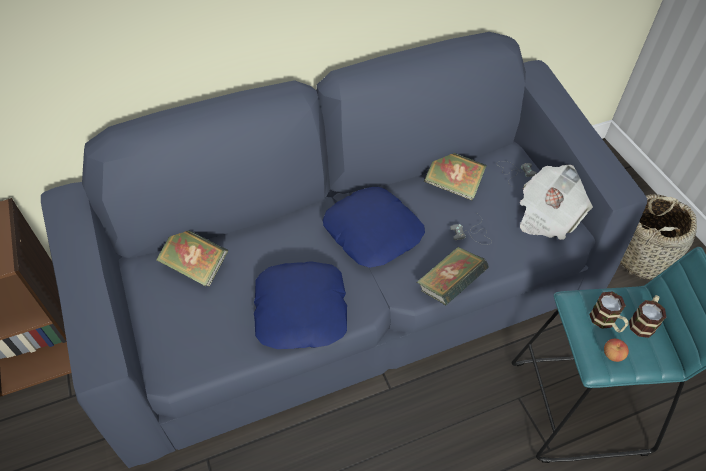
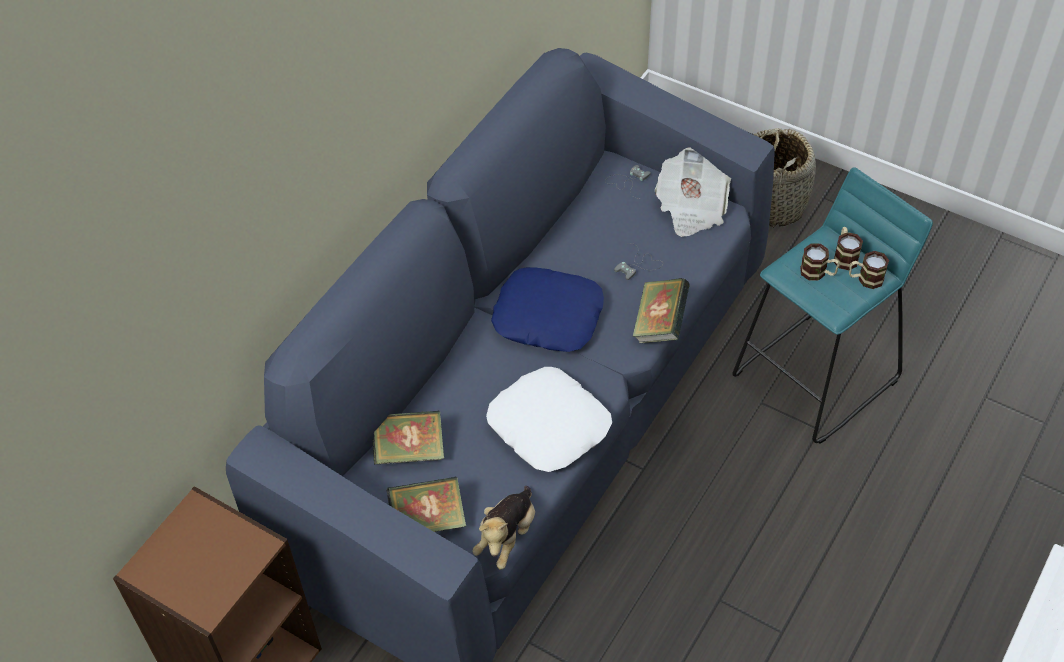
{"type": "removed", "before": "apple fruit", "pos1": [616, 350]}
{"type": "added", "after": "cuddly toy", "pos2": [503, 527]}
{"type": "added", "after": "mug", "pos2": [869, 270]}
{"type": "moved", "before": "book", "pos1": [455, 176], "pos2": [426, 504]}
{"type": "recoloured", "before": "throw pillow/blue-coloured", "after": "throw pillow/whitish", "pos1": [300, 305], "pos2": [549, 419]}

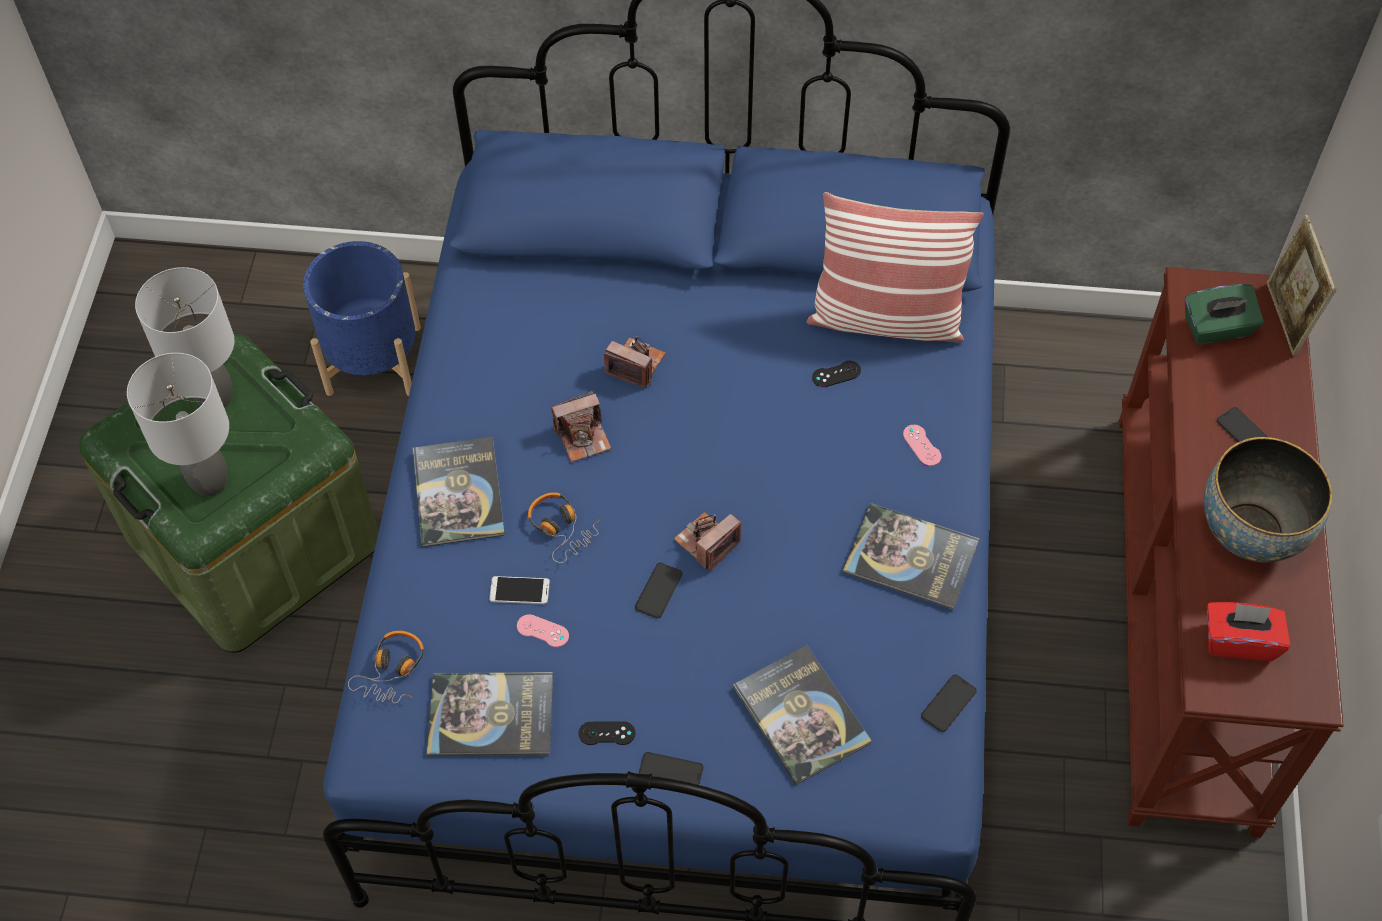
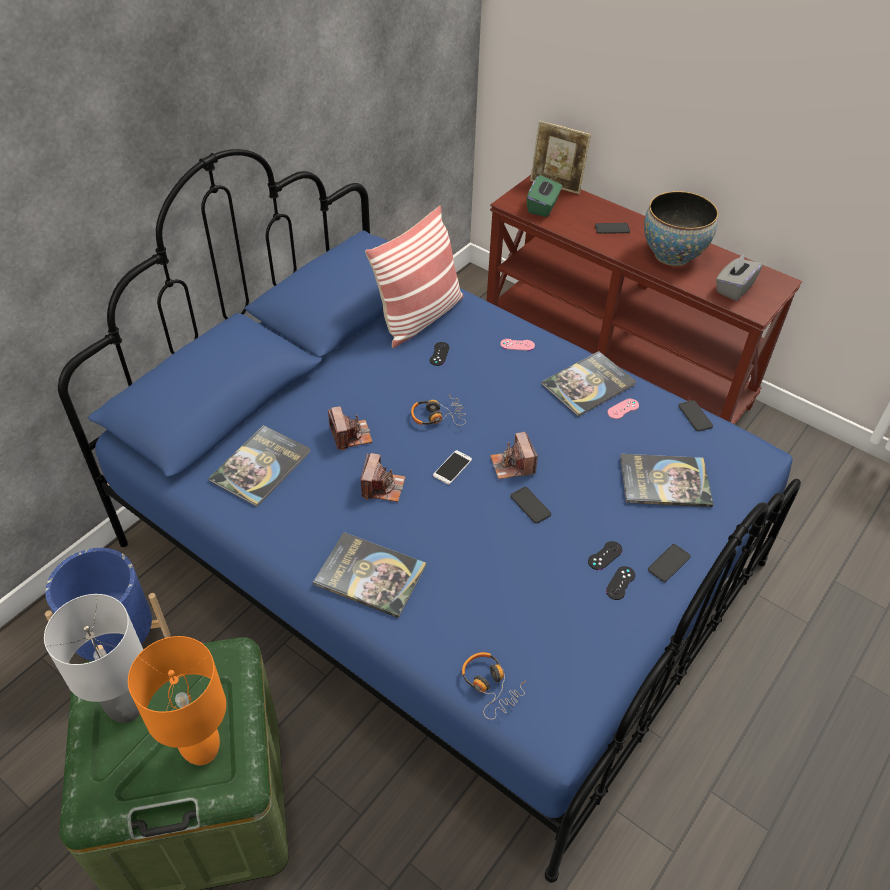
{"type": "added", "after": "joypad/black", "pos2": [605, 555]}
{"type": "moved", "before": "book", "pos1": [490, 714], "pos2": [259, 466]}
{"type": "moved", "before": "phone", "pos1": [519, 590], "pos2": [452, 467]}
{"type": "moved", "before": "joypad/pink", "pos1": [543, 630], "pos2": [623, 409]}
{"type": "moved", "before": "headphones", "pos1": [564, 527], "pos2": [438, 410]}
{"type": "recoloured", "before": "tabletop lamp/grey", "after": "tabletop lamp/orangey", "pos1": [178, 424], "pos2": [177, 700]}
{"type": "recoloured", "before": "tissue holder/red-coloured", "after": "tissue holder/grey", "pos1": [1248, 631], "pos2": [739, 277]}
{"type": "turned", "before": "still camera", "pos1": [635, 362], "pos2": [350, 428], "turn": 105}

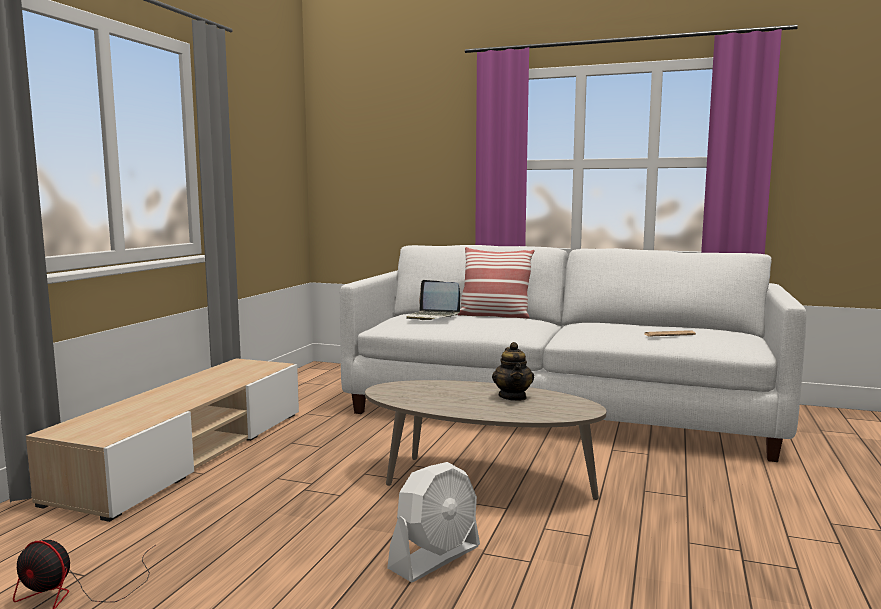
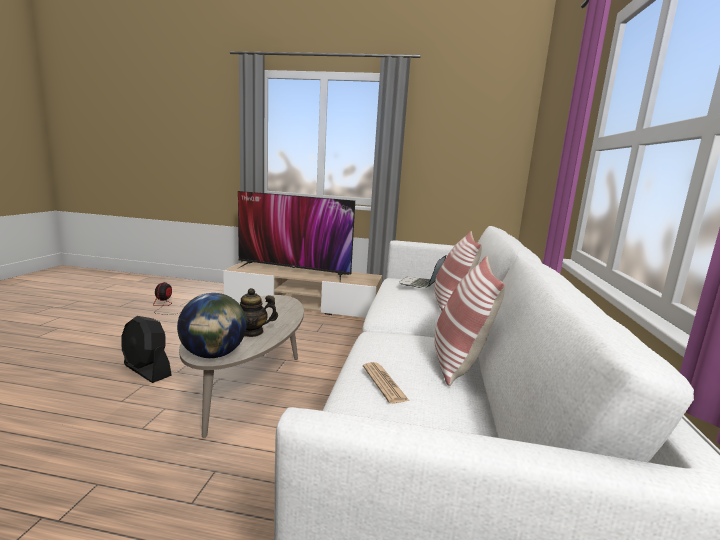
{"type": "added", "after": "desk globe", "pos2": [212, 325]}
{"type": "added", "after": "TV set", "pos2": [296, 236]}
{"type": "added", "after": "throw pillow", "pos2": [469, 321]}
{"type": "recoloured", "before": "cooling fan/whitish", "after": "cooling fan/black", "pos1": [433, 522], "pos2": [146, 349]}

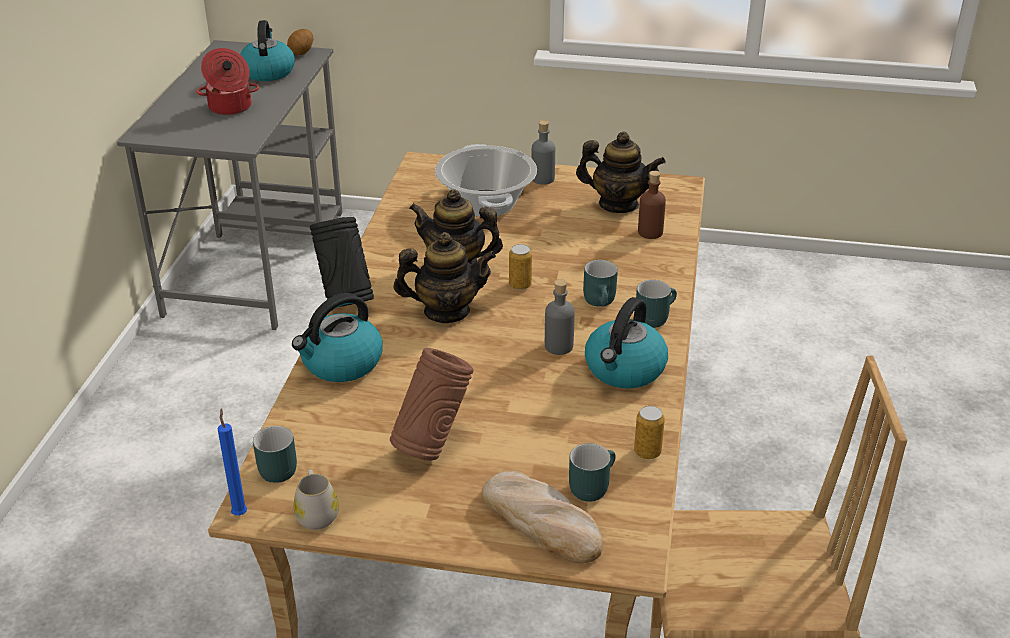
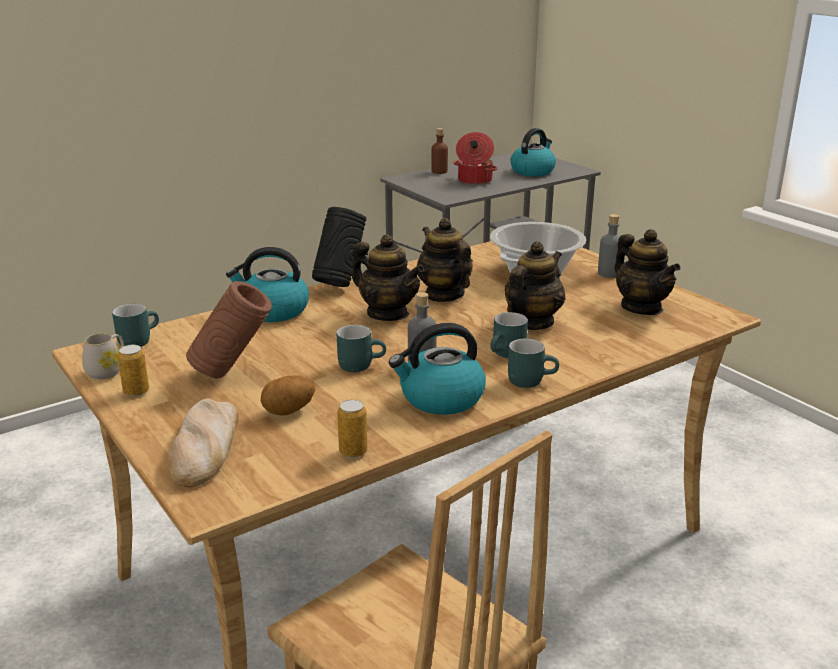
{"type": "removed", "before": "wax light/blue-coloured", "pos1": [232, 462]}
{"type": "added", "after": "tea pot", "pos2": [535, 285]}
{"type": "moved", "before": "whole potato", "pos1": [300, 42], "pos2": [288, 395]}
{"type": "moved", "before": "sealed can", "pos1": [520, 267], "pos2": [133, 371]}
{"type": "moved", "before": "mug/blue-green", "pos1": [592, 472], "pos2": [361, 348]}
{"type": "moved", "before": "beverage bottle/brown", "pos1": [652, 205], "pos2": [439, 151]}

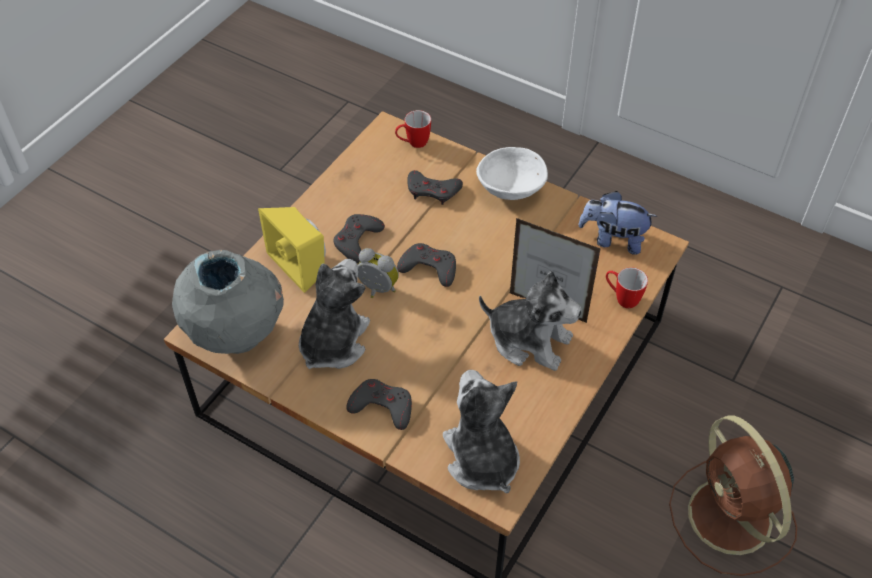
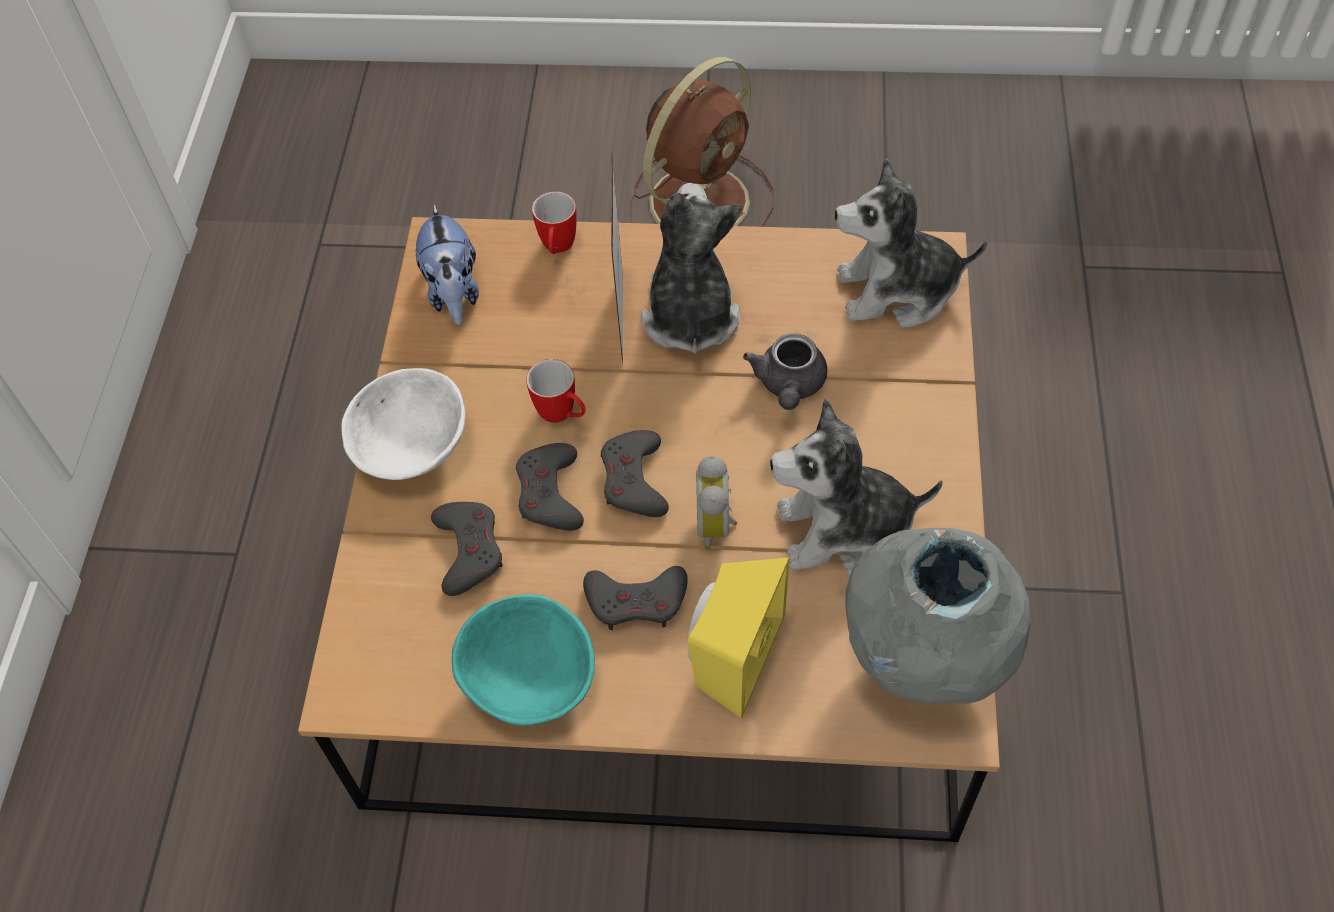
{"type": "added", "after": "bowl/blue-green", "pos2": [523, 660]}
{"type": "added", "after": "tea pot/grey", "pos2": [785, 372]}
{"type": "moved", "before": "joypad/grey", "pos1": [379, 404], "pos2": [550, 487]}
{"type": "moved", "before": "mug", "pos1": [413, 129], "pos2": [555, 391]}
{"type": "turned", "before": "cuddly toy", "pos1": [481, 431], "pos2": [911, 243], "turn": 45}

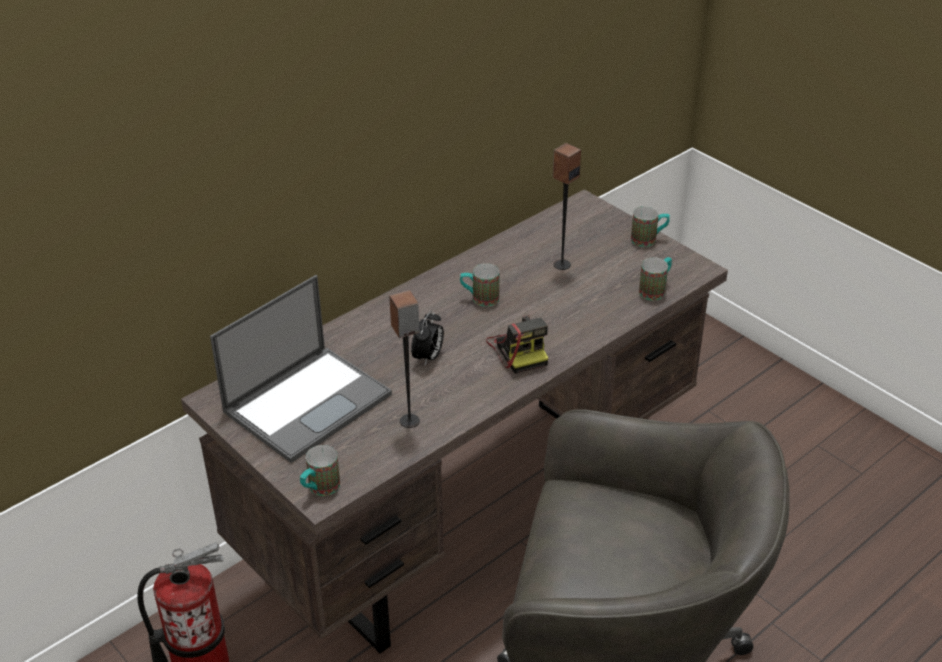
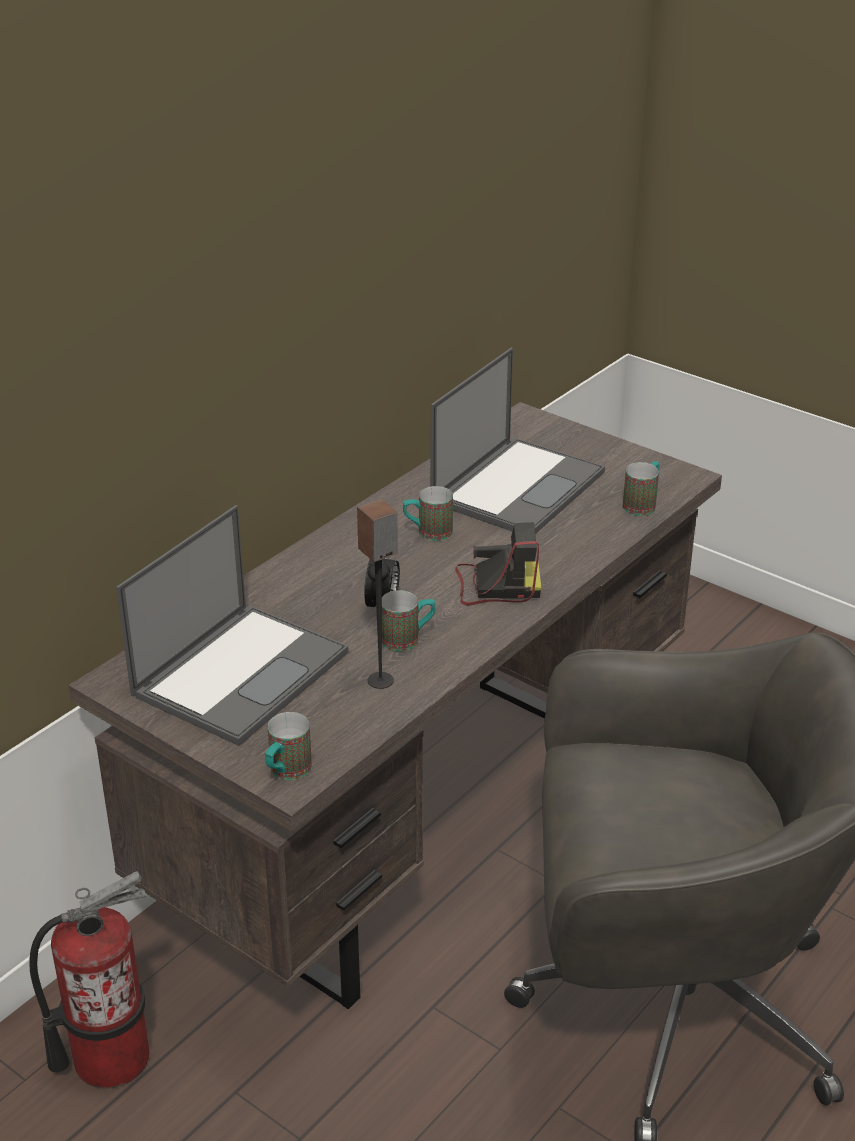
{"type": "moved", "before": "mug", "pos1": [650, 226], "pos2": [408, 621]}
{"type": "replaced", "before": "speaker", "after": "notebook computer", "pos1": [567, 206], "pos2": [518, 441]}
{"type": "turned", "before": "still camera", "pos1": [517, 344], "pos2": [498, 563], "turn": -60}

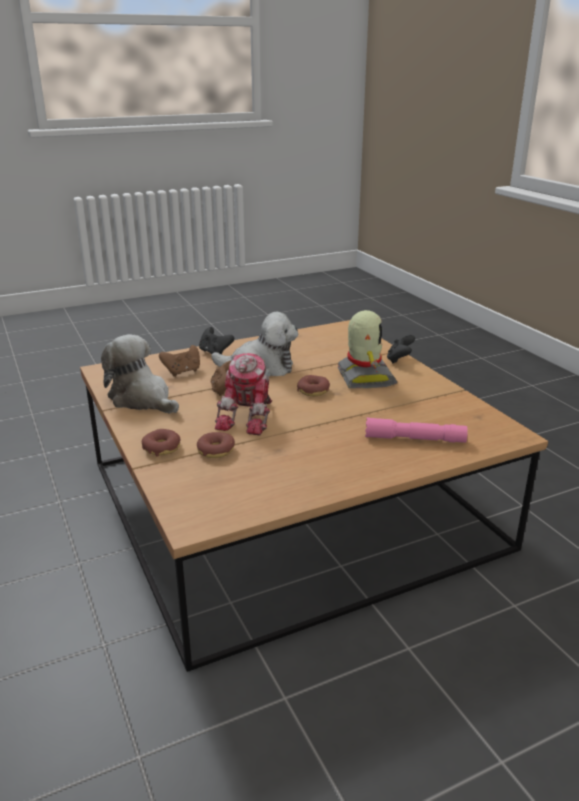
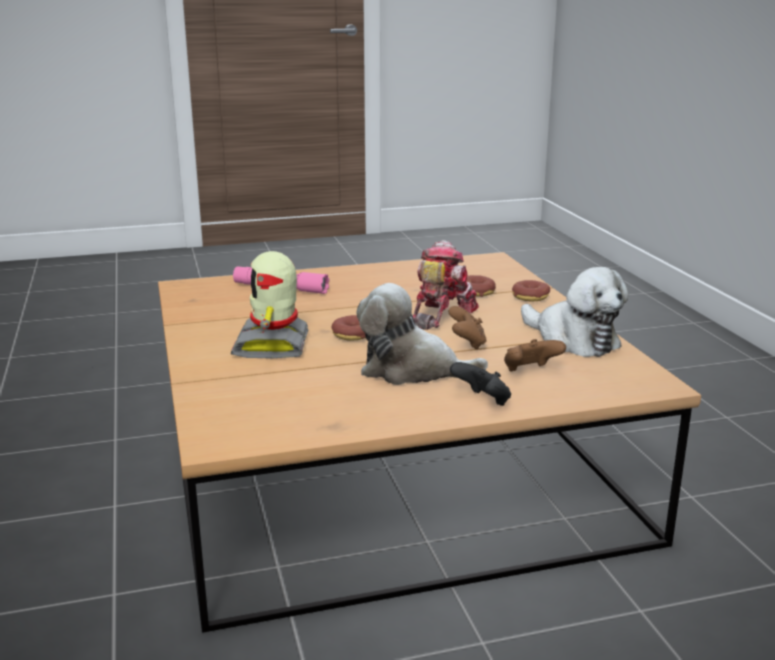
{"type": "removed", "before": "joypad/black", "pos1": [401, 349]}

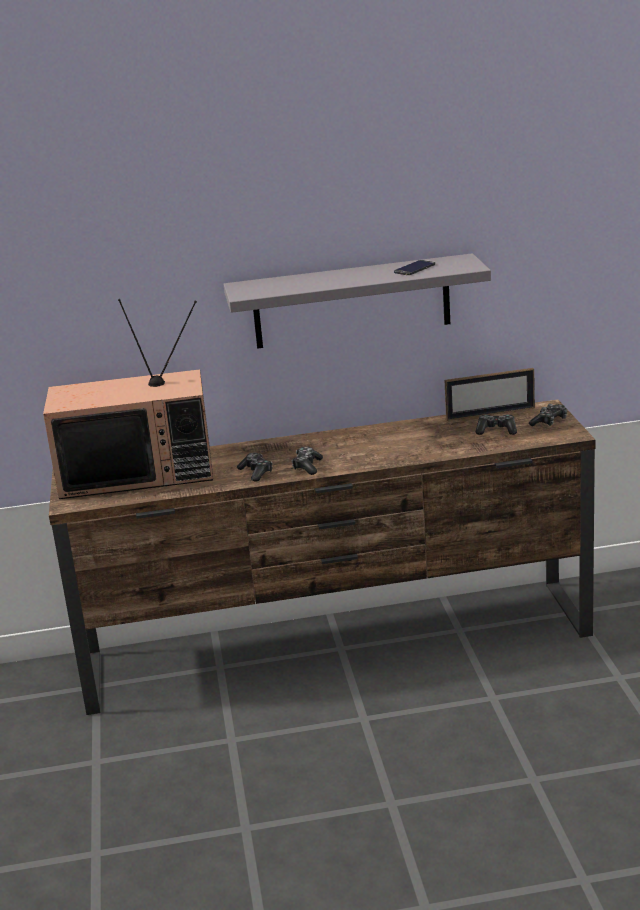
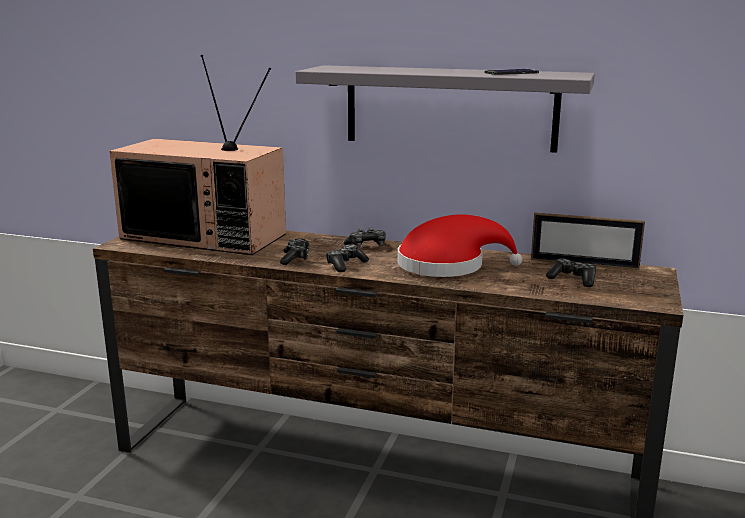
{"type": "added", "after": "clothing hat/red-coloured", "pos2": [460, 245]}
{"type": "moved", "before": "joypad", "pos1": [548, 415], "pos2": [364, 238]}

